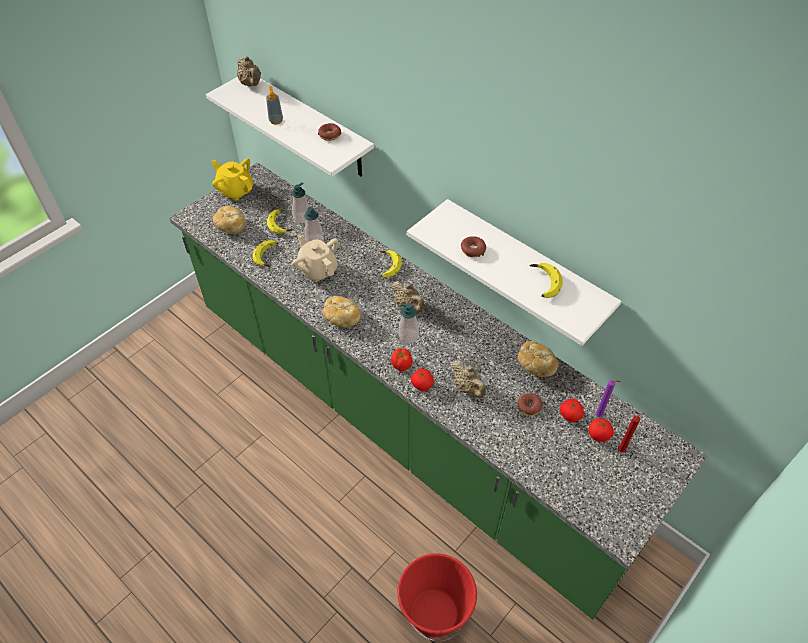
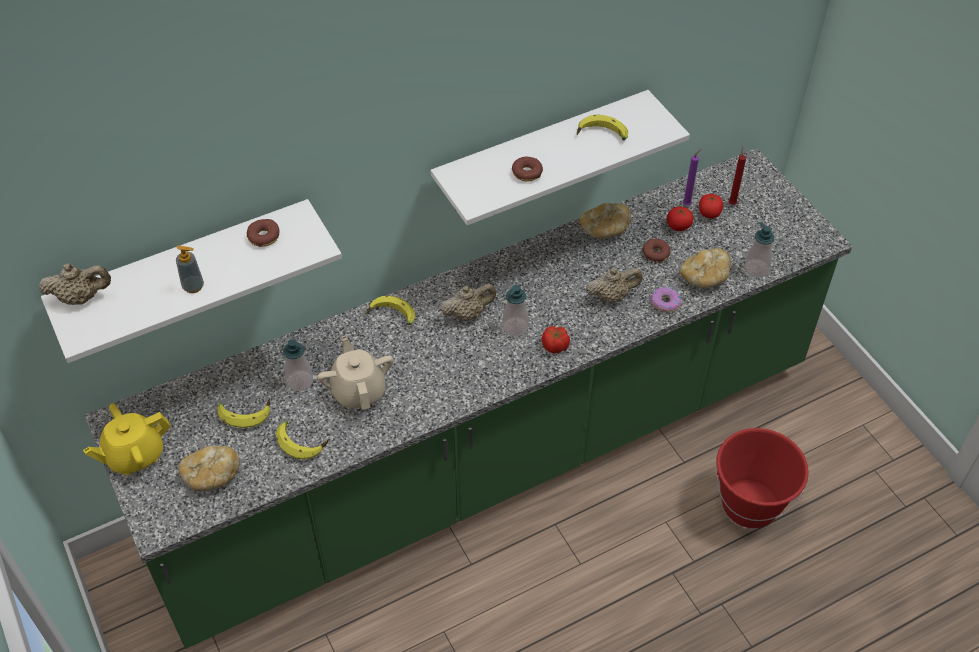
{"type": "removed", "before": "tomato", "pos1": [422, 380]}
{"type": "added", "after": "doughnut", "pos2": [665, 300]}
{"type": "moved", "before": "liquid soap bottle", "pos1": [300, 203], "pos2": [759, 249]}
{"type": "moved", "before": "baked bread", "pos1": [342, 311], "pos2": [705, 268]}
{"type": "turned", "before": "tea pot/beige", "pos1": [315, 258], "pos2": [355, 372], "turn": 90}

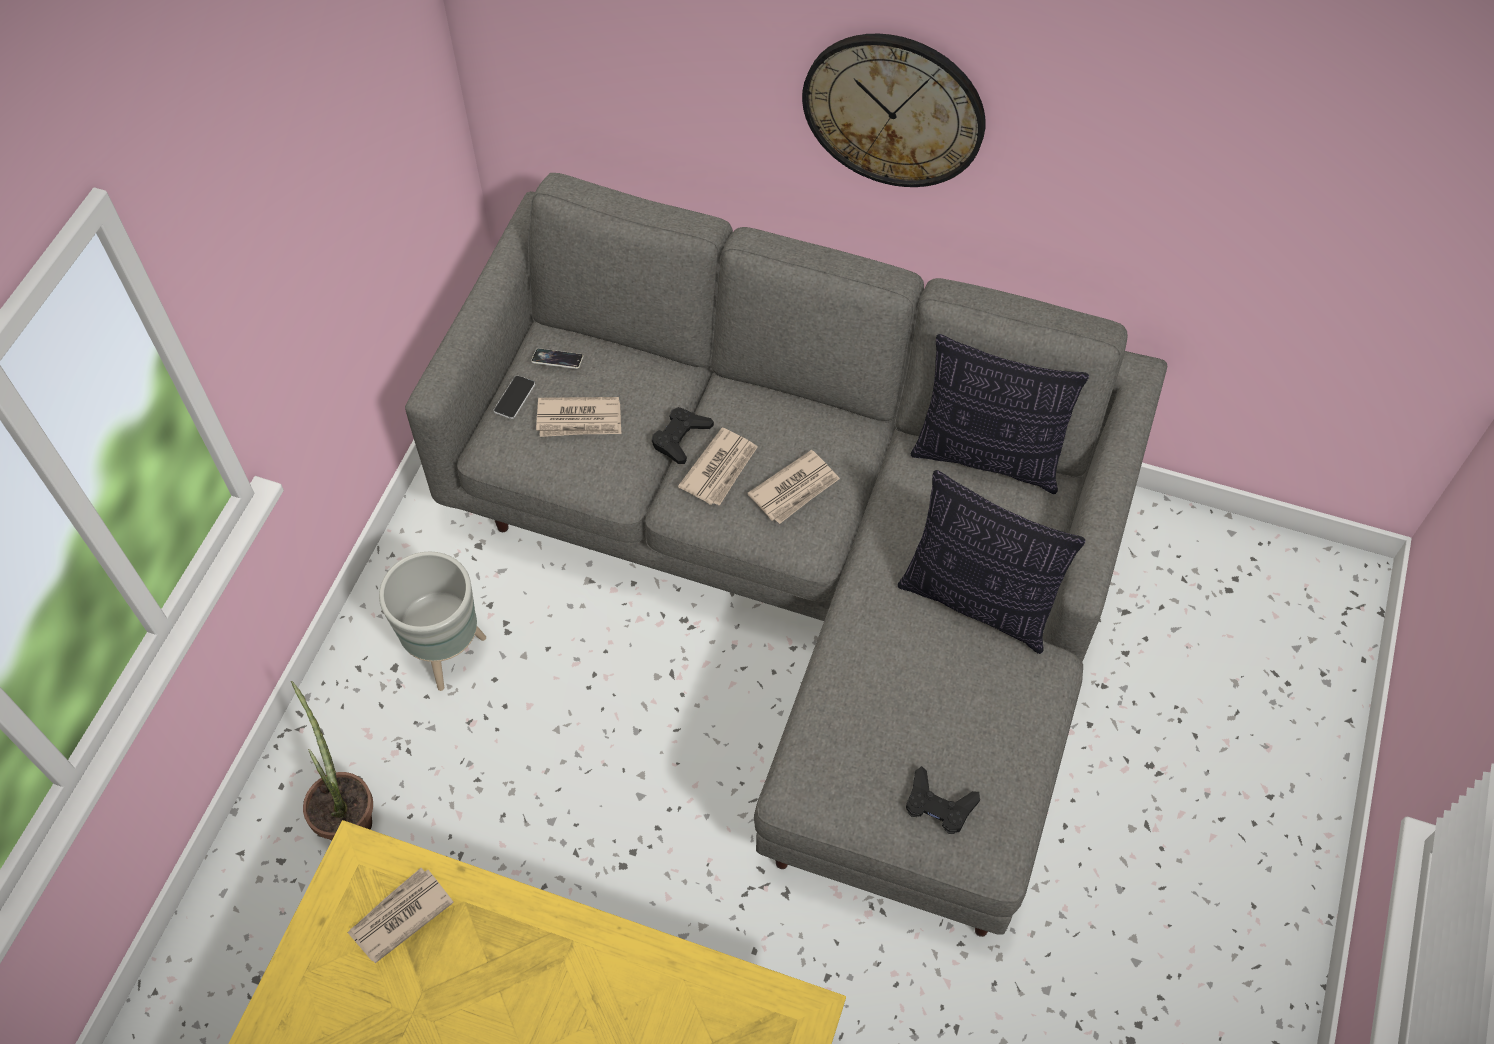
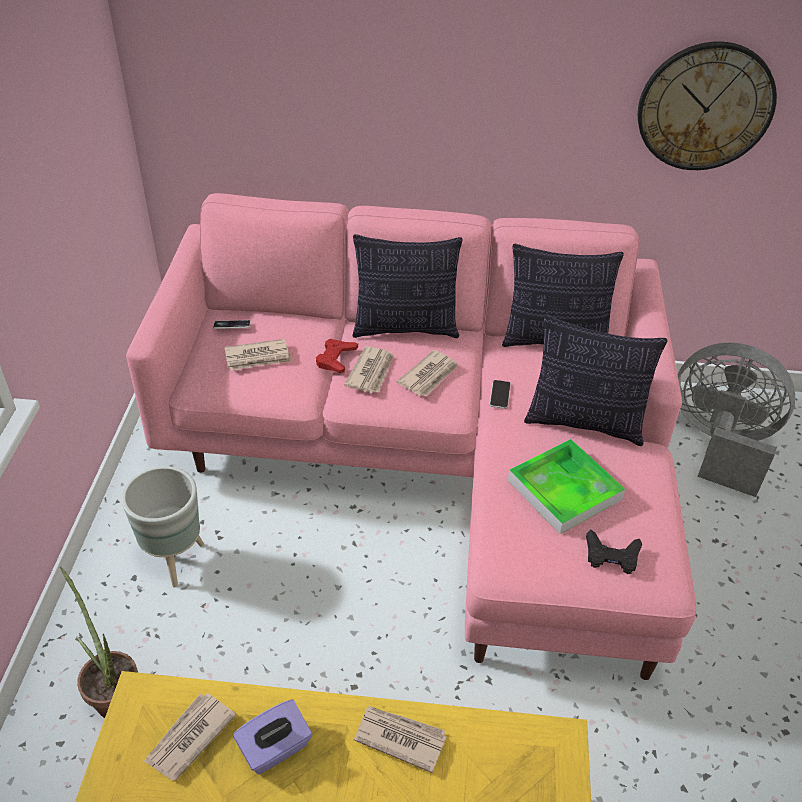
{"type": "added", "after": "tissue holder/purple", "pos2": [272, 736]}
{"type": "added", "after": "throw pillow", "pos2": [408, 286]}
{"type": "added", "after": "newspaper", "pos2": [400, 739]}
{"type": "added", "after": "tray", "pos2": [566, 486]}
{"type": "added", "after": "cooling fan/grey", "pos2": [736, 420]}
{"type": "moved", "before": "phone", "pos1": [514, 397], "pos2": [500, 394]}
{"type": "moved", "before": "wall clock", "pos1": [893, 110], "pos2": [707, 106]}
{"type": "recoloured", "before": "sofa/grey", "after": "sofa/pink", "pos1": [786, 555], "pos2": [411, 436]}
{"type": "recoloured", "before": "joypad/black", "after": "joypad/red-coloured", "pos1": [683, 435], "pos2": [337, 356]}

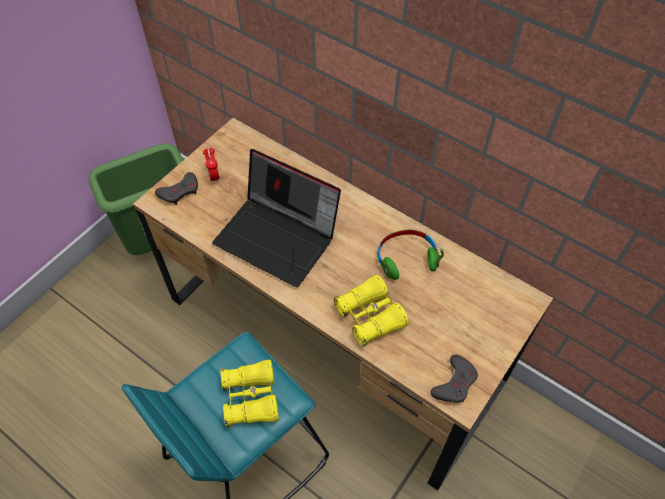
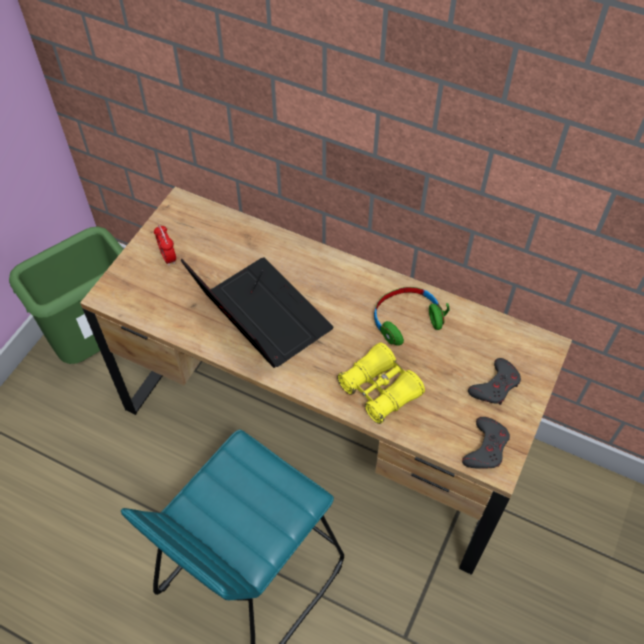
{"type": "removed", "before": "field glasses/yellow-coloured", "pos1": [250, 393]}
{"type": "moved", "before": "joypad/grey", "pos1": [176, 188], "pos2": [494, 381]}
{"type": "turned", "before": "notebook computer", "pos1": [276, 218], "pos2": [257, 312], "turn": -150}

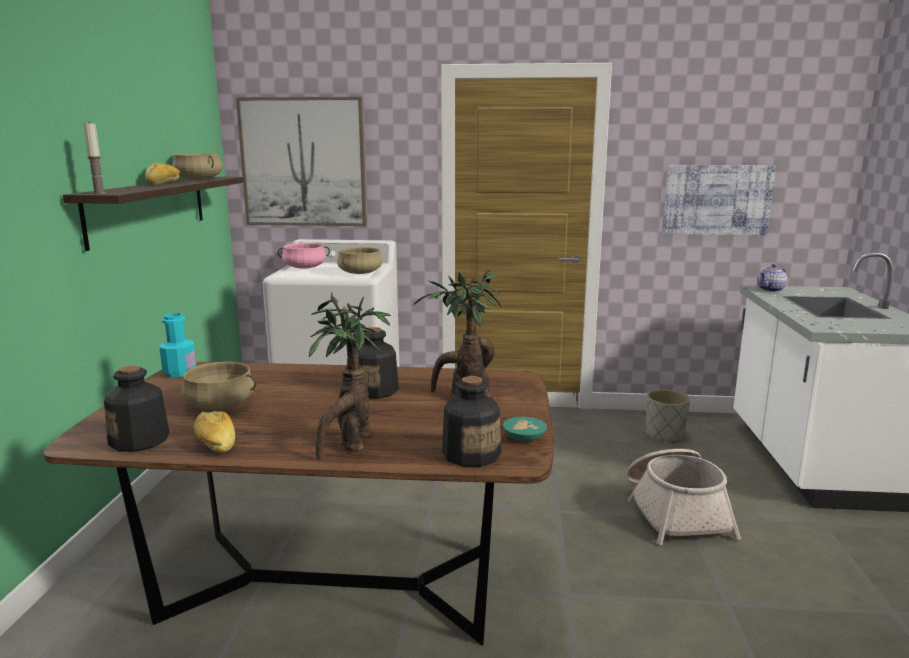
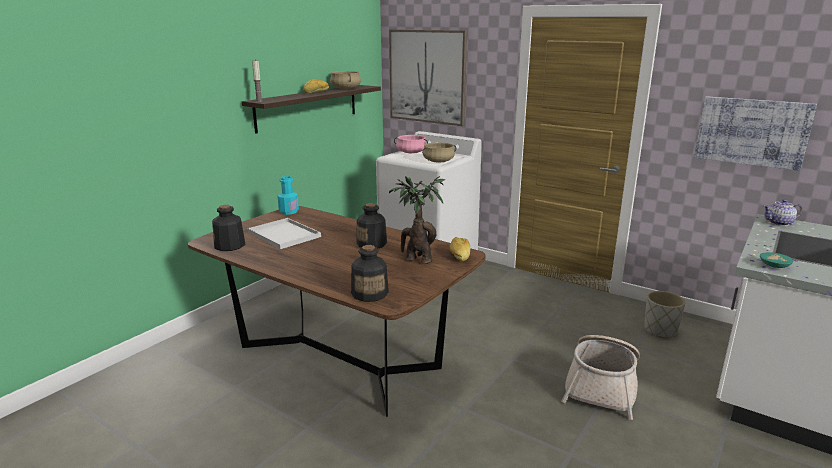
{"type": "removed", "before": "plant in a pot", "pos1": [350, 376]}
{"type": "moved", "before": "baked bread", "pos1": [214, 432], "pos2": [460, 249]}
{"type": "moved", "before": "bowl/blue-green", "pos1": [525, 429], "pos2": [776, 260]}
{"type": "replaced", "before": "stockpot/beige", "after": "tray/whitish", "pos1": [218, 385], "pos2": [284, 233]}

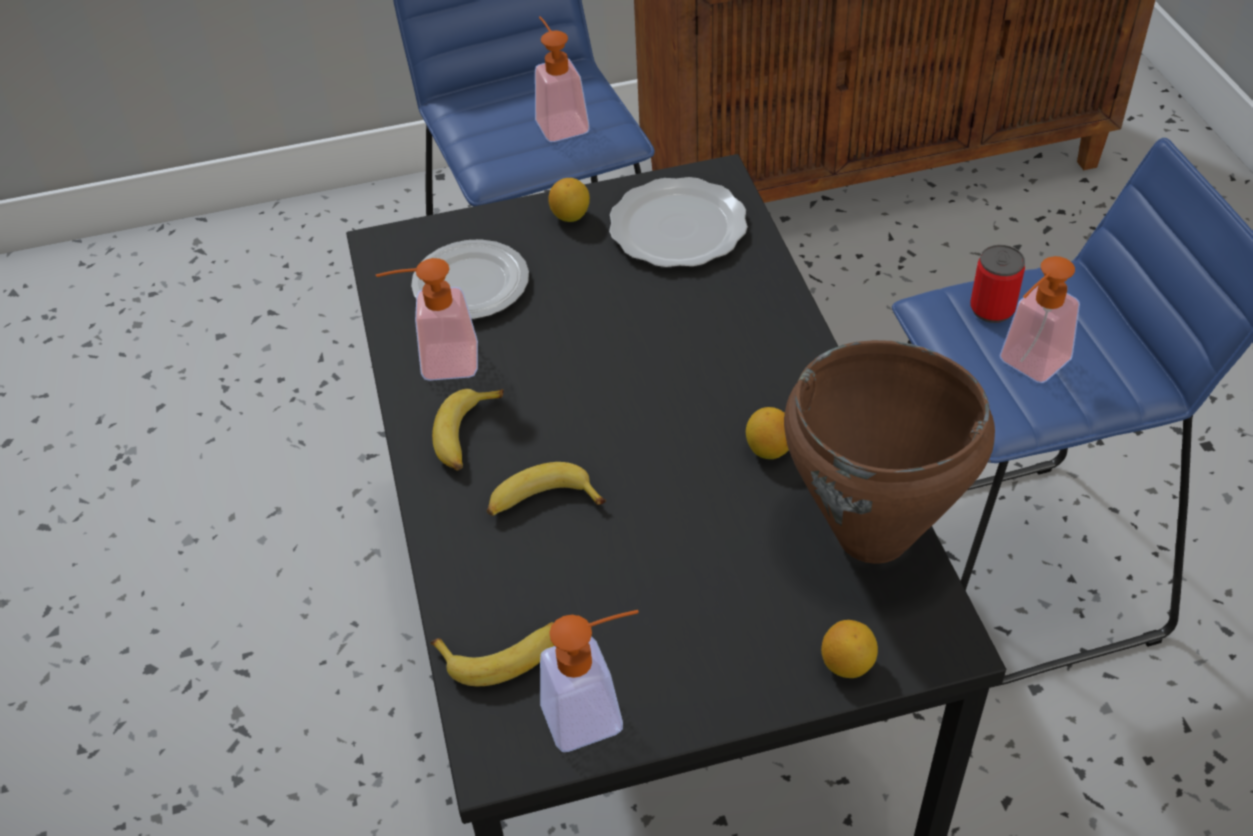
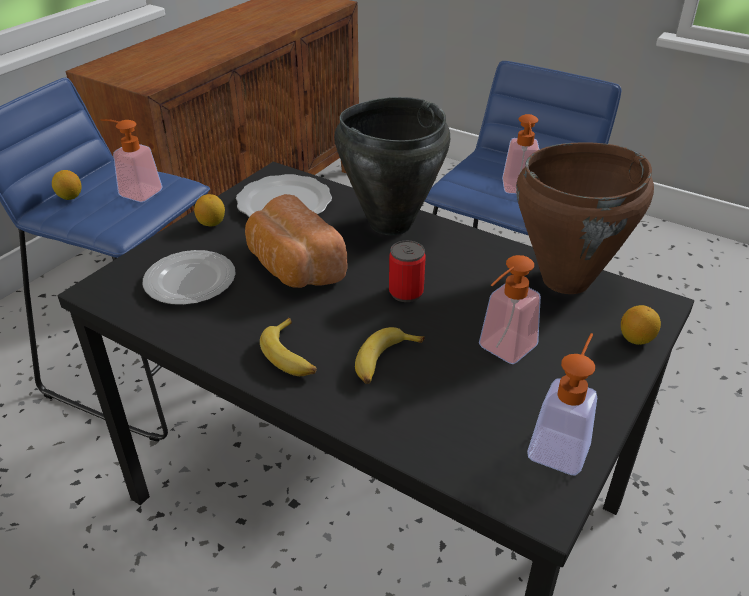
{"type": "removed", "before": "whole banana", "pos1": [492, 654]}
{"type": "added", "after": "baked bread", "pos2": [296, 241]}
{"type": "added", "after": "stockpot/black", "pos2": [392, 166]}
{"type": "moved", "before": "liquid soap bottle", "pos1": [427, 319], "pos2": [510, 309]}
{"type": "moved", "before": "whole lemon", "pos1": [767, 433], "pos2": [67, 185]}
{"type": "moved", "before": "sealed can", "pos1": [997, 284], "pos2": [407, 271]}

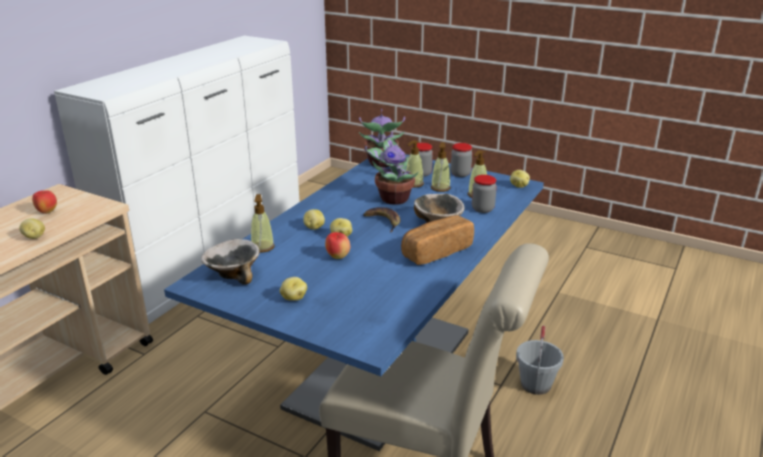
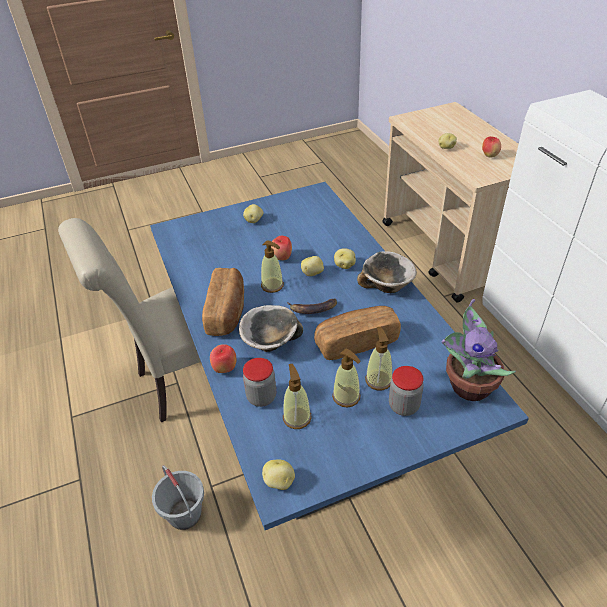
{"type": "removed", "before": "jar", "pos1": [461, 160]}
{"type": "added", "after": "apple fruit", "pos2": [223, 358]}
{"type": "moved", "before": "bowl", "pos1": [230, 262], "pos2": [387, 272]}
{"type": "moved", "before": "liquid soap bottle", "pos1": [263, 223], "pos2": [272, 266]}
{"type": "replaced", "before": "plant in a pot", "after": "baked bread", "pos1": [392, 168], "pos2": [357, 333]}

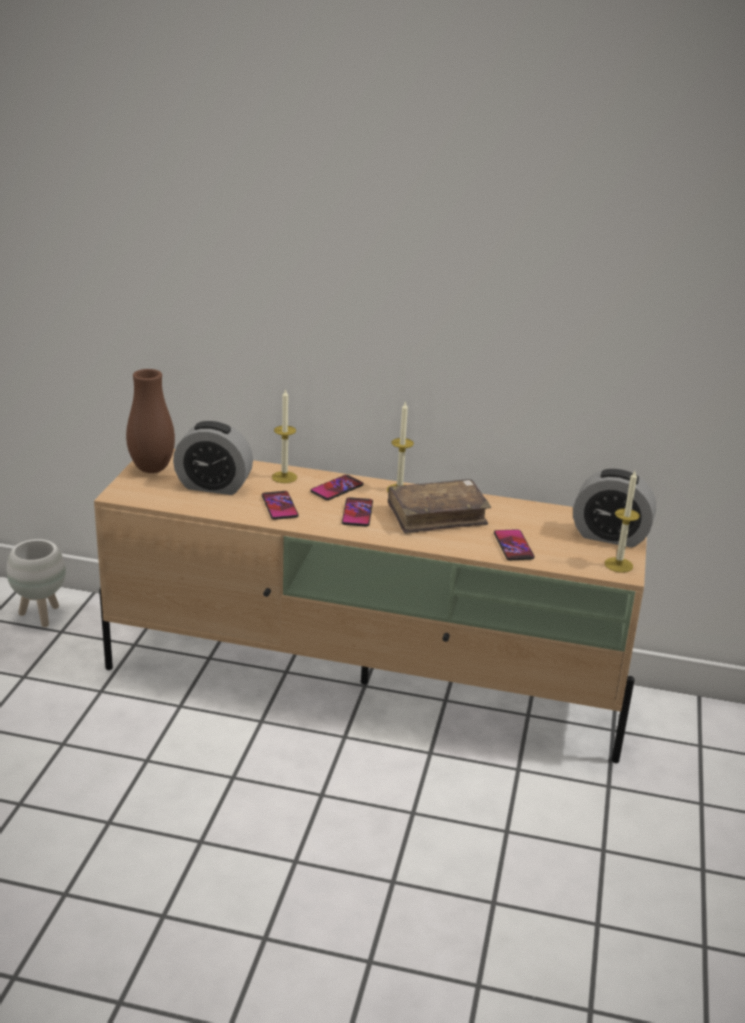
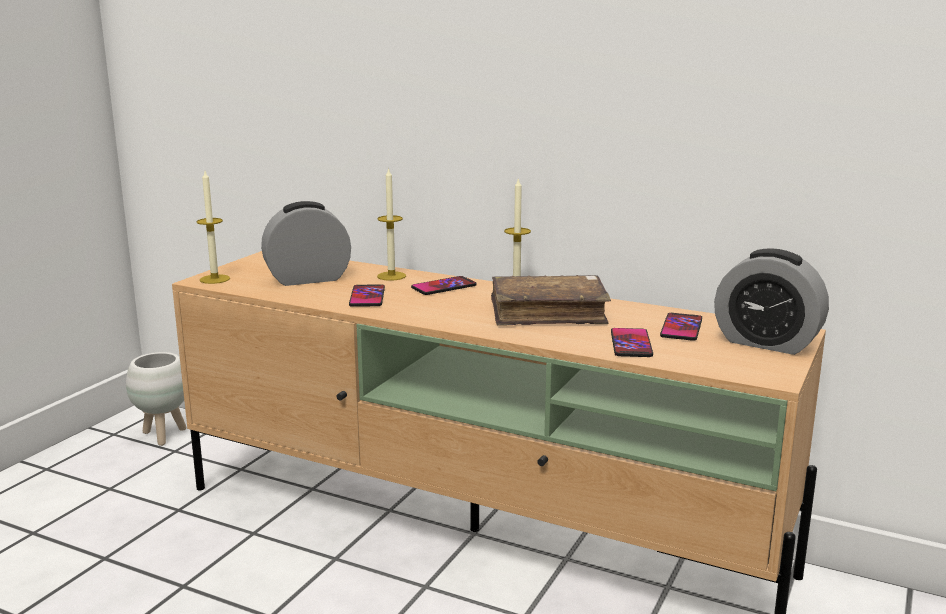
{"type": "removed", "before": "flower vase/brown", "pos1": [150, 421]}
{"type": "moved", "before": "phone", "pos1": [357, 512], "pos2": [681, 327]}
{"type": "moved", "before": "wax light", "pos1": [622, 522], "pos2": [213, 227]}
{"type": "turned", "before": "bedside clock", "pos1": [213, 458], "pos2": [306, 243], "turn": 135}

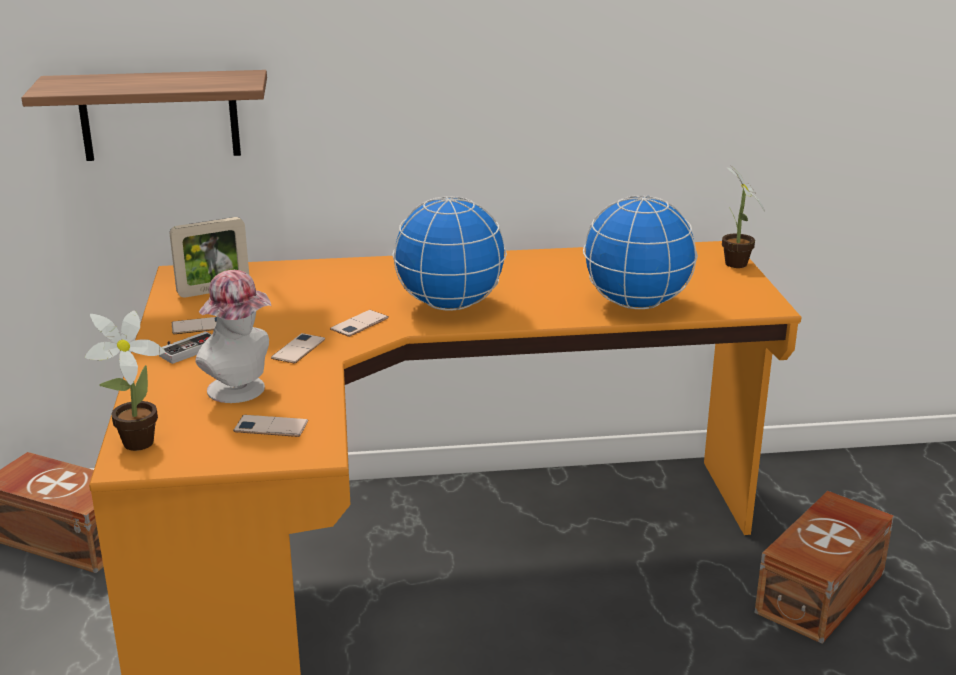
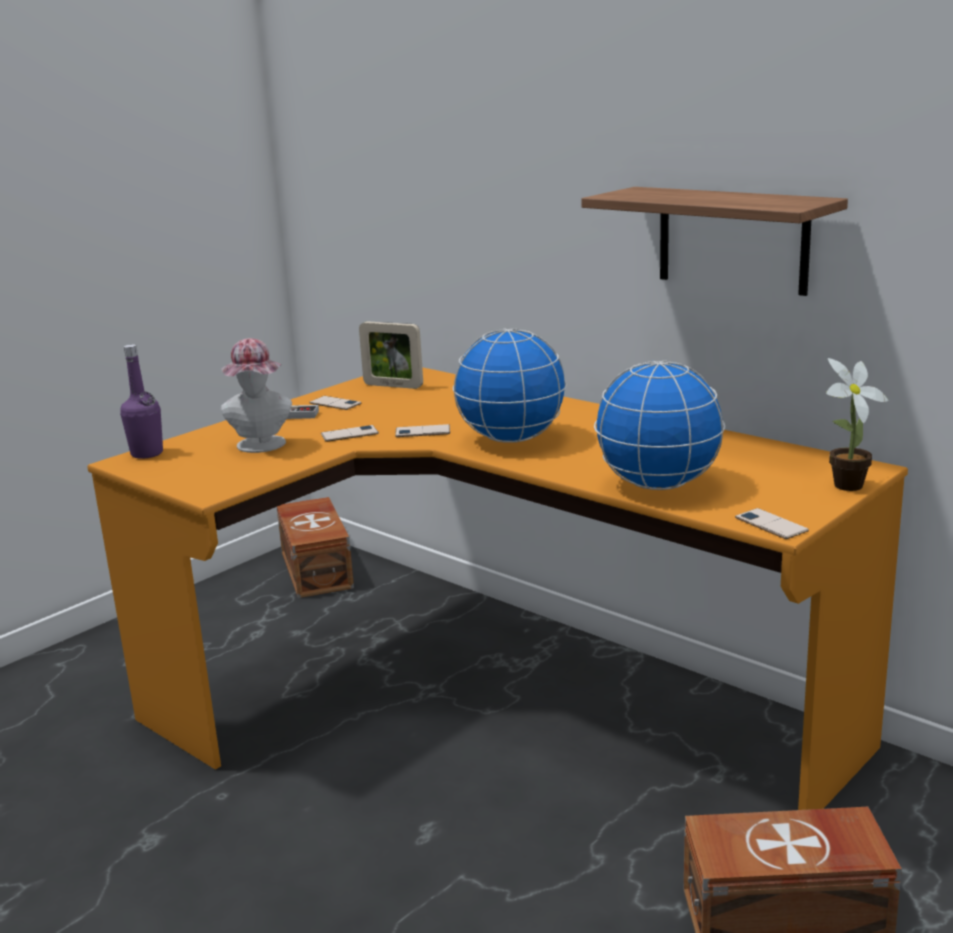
{"type": "moved", "before": "wall shelf", "pos1": [144, 115], "pos2": [714, 241]}
{"type": "moved", "before": "phone", "pos1": [270, 426], "pos2": [772, 523]}
{"type": "replaced", "before": "plant in a pot", "after": "beverage bottle/purple", "pos1": [125, 380], "pos2": [141, 401]}

